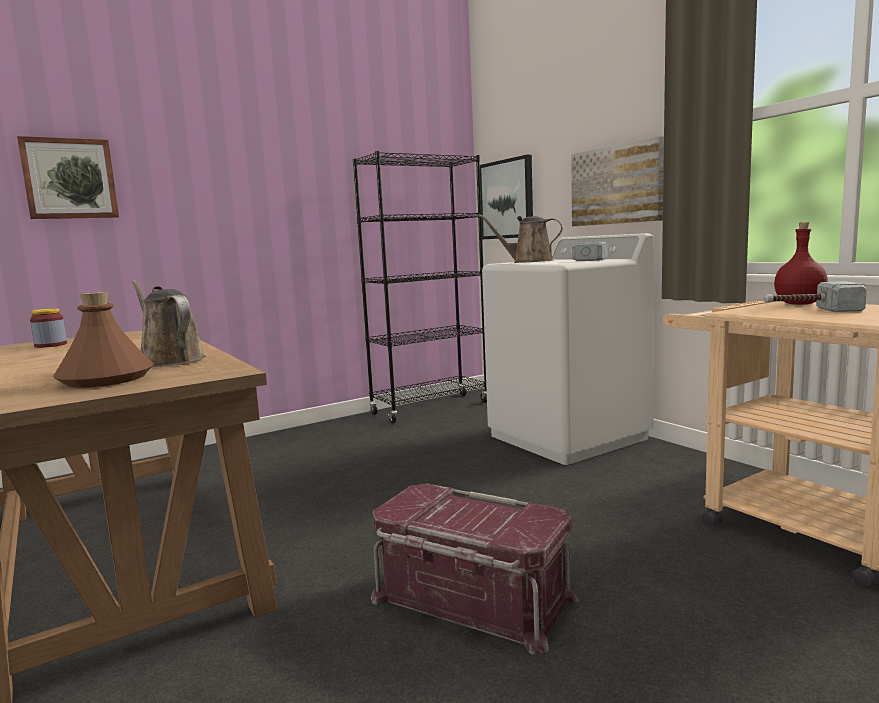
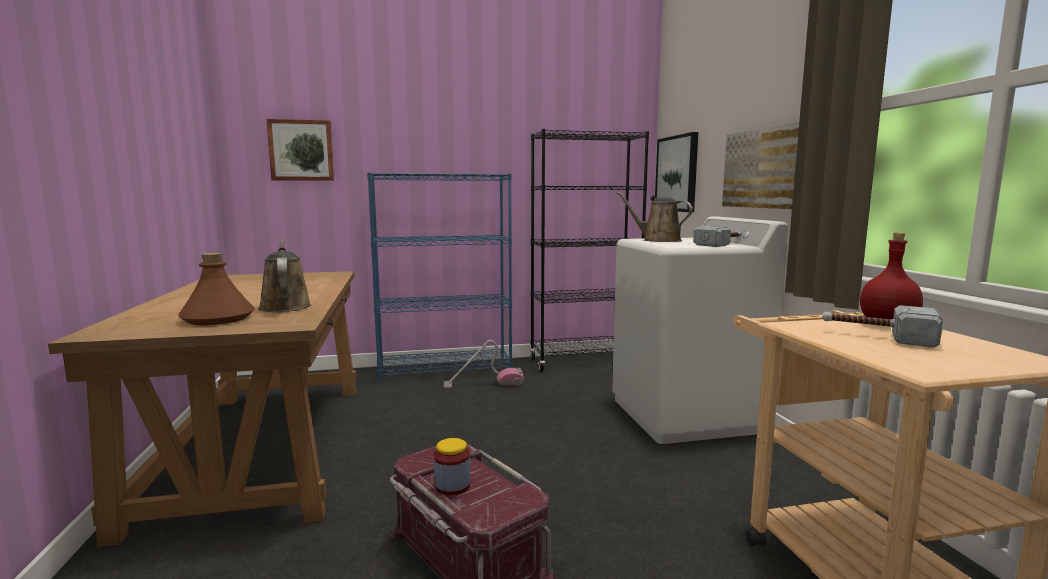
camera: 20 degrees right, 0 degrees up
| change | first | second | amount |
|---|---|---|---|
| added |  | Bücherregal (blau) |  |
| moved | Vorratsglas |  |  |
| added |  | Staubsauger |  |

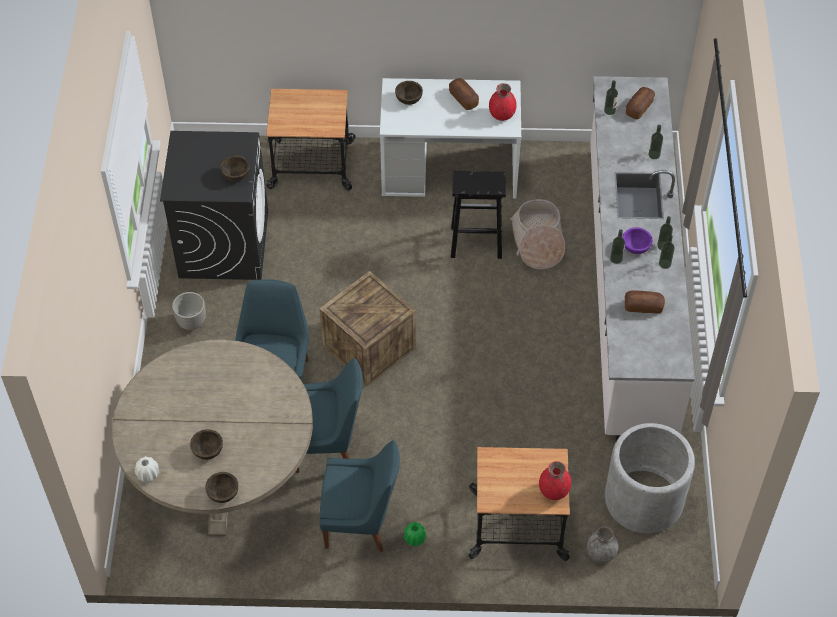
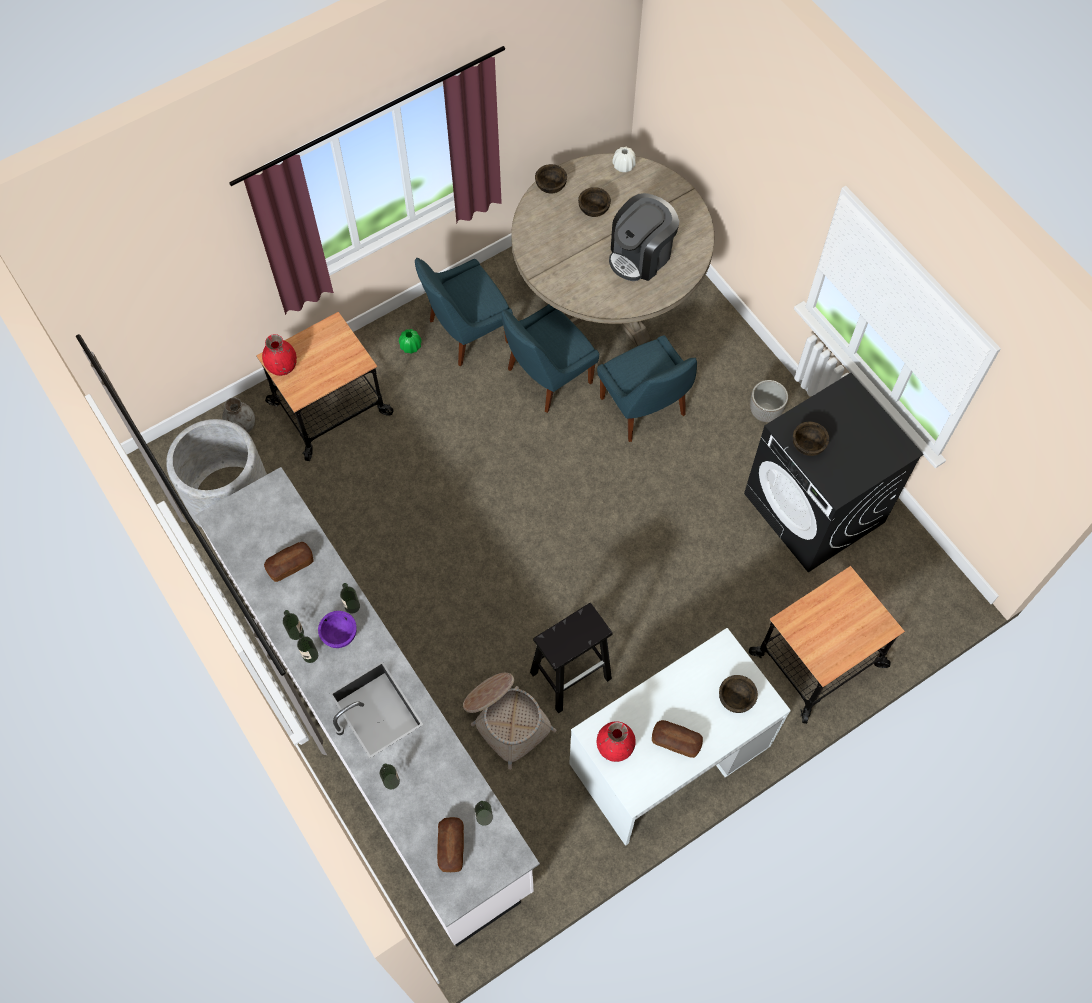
camera: 145 degrees right, 10 degrees up
| change | first | second | amount |
|---|---|---|---|
| added |  | Kaffeemaschine |  |
| removed | Kiste |  |  |

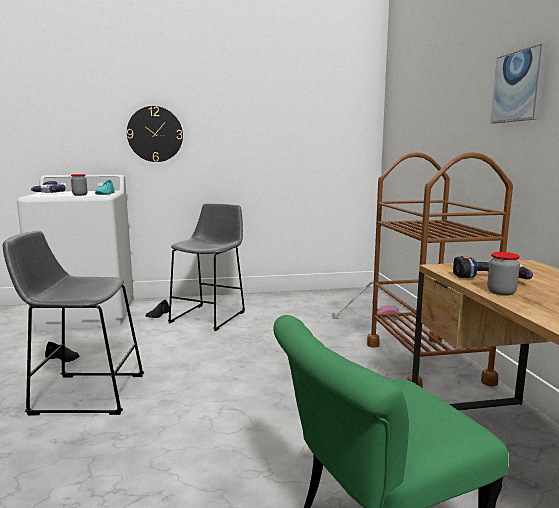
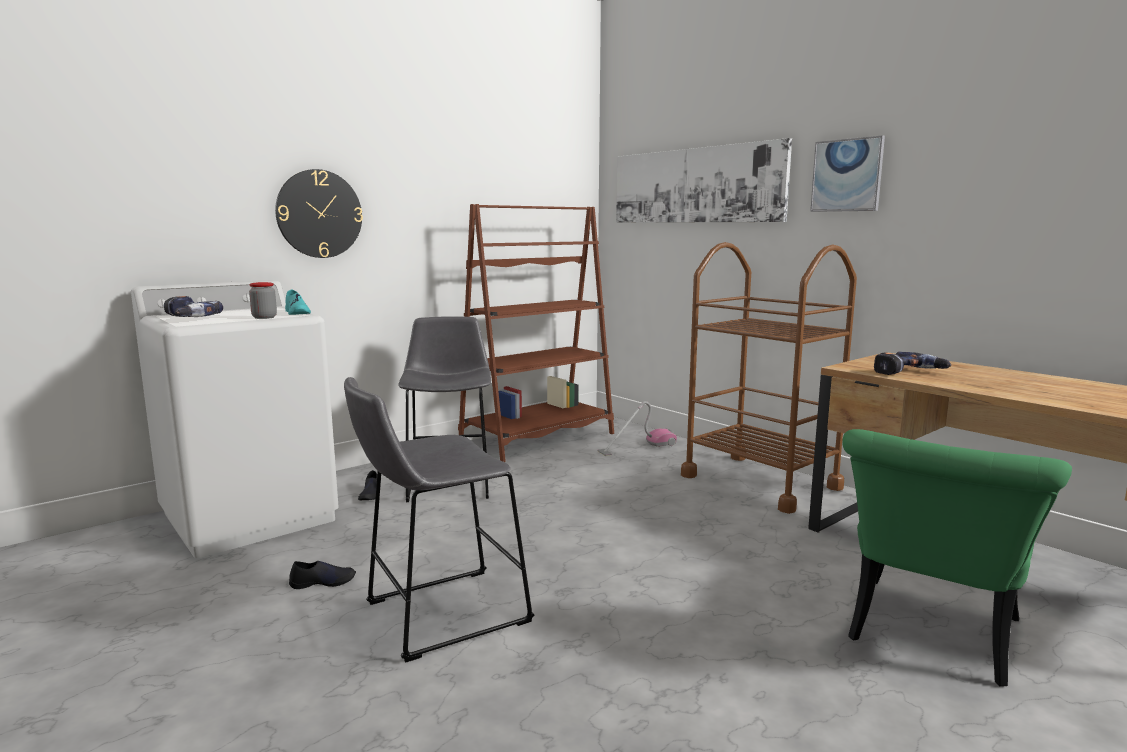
camera: 30 degrees left, 0 degrees up
| change | first | second | amount |
|---|---|---|---|
| added |  | Bücherregal (braun) |  |
| added |  | Bild (1st from left) |  |
| removed | Vorratsglas (2nd from left) |  |  |

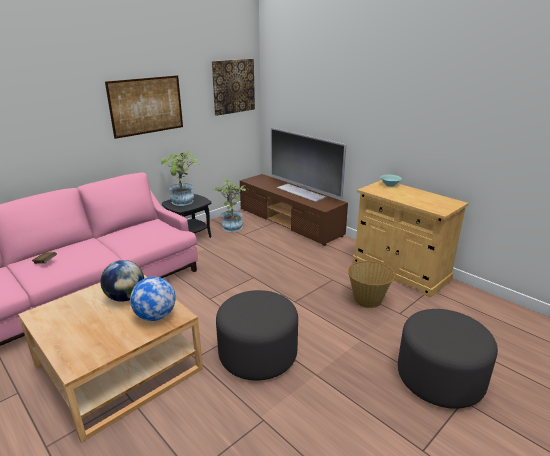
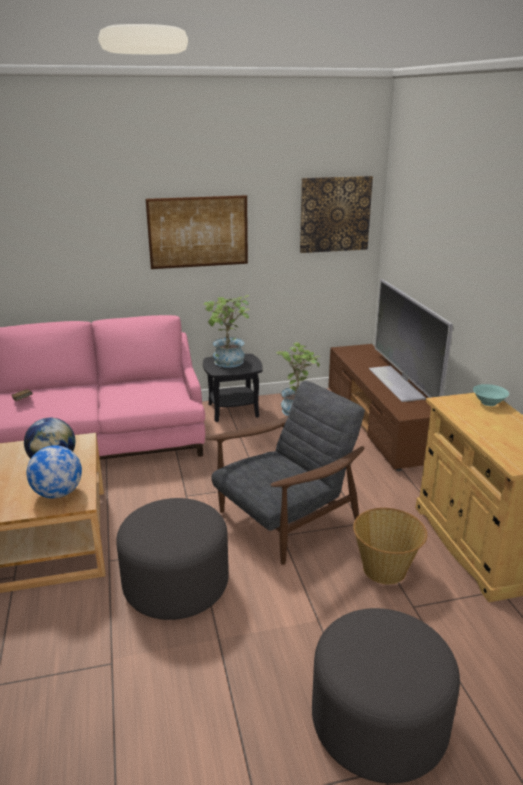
camera: 30 degrees right, 0 degrees up
| change | first | second | amount |
|---|---|---|---|
| added |  | Sessel (grau) |  |

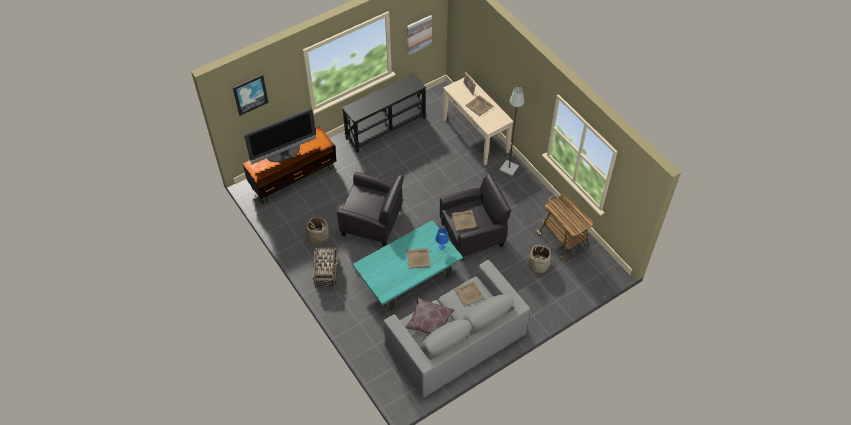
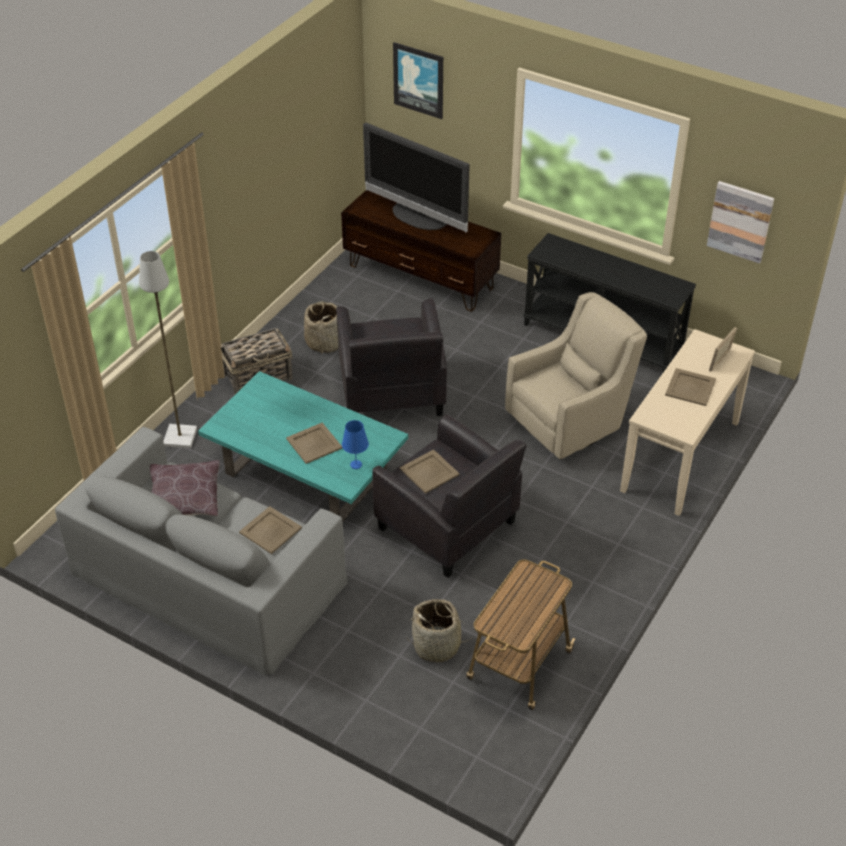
camera: 65 degrees right, 10 degrees down
| change | first | second | amount |
|---|---|---|---|
| moved | Stehlampe (grau) |  |  |
| added |  | Sessel (beige) |  |

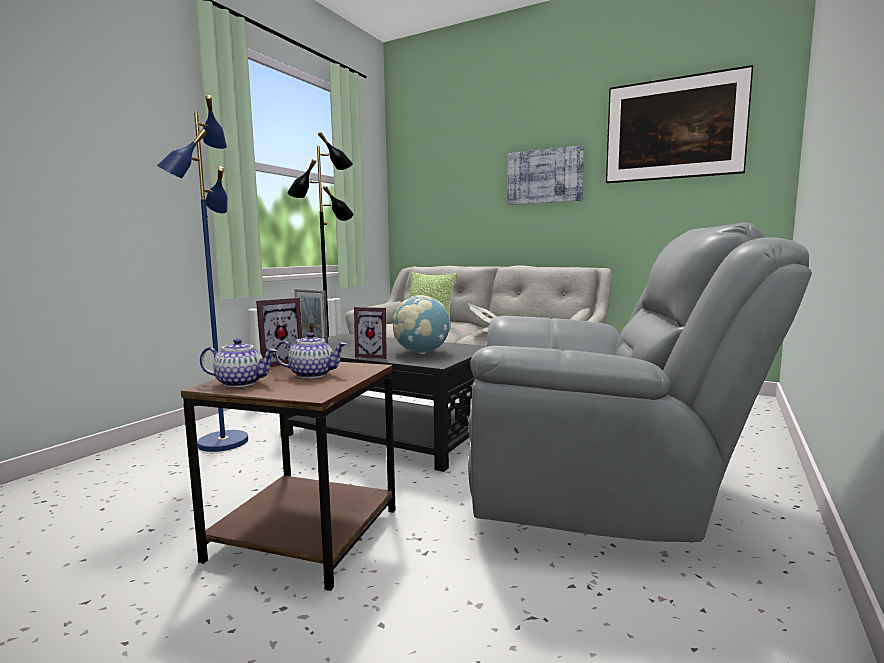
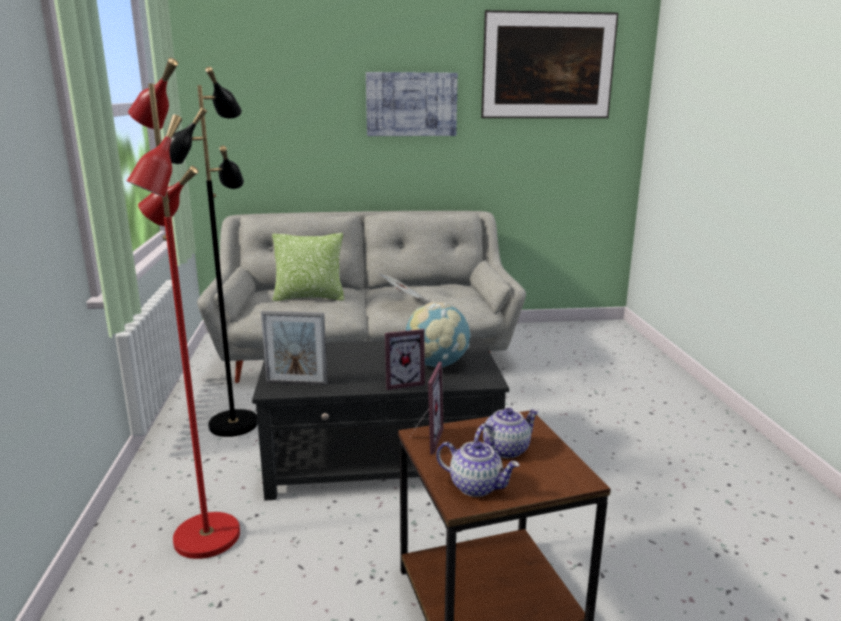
camera: 35 degrees left, 10 degrees up
| change | first | second | amount |
|---|---|---|---|
| recoloured | Stehlampe (blau) | Stehlampe (rot) |  |
| turned | Teekanne (1st from left) |  | 60 degrees clockwise |
| removed | Sessel (grau) |  |  |

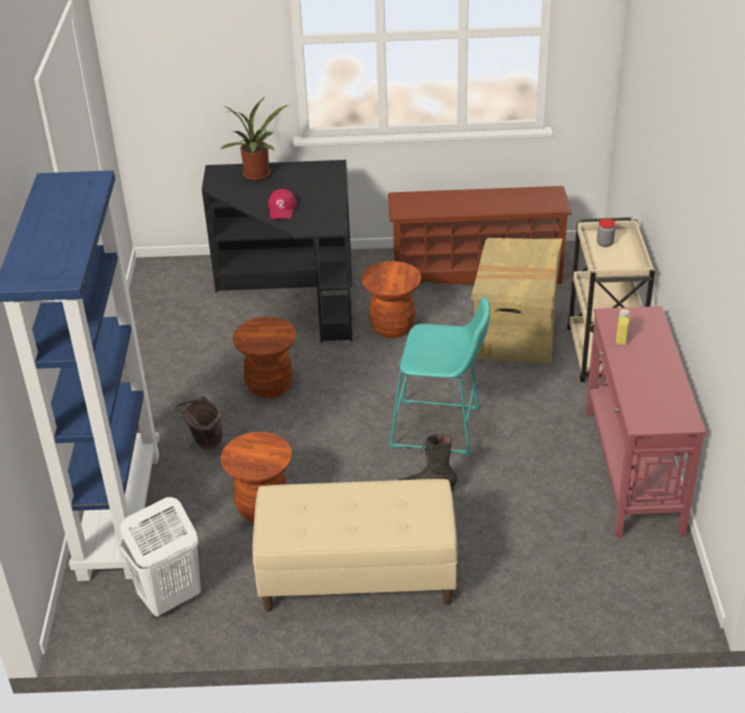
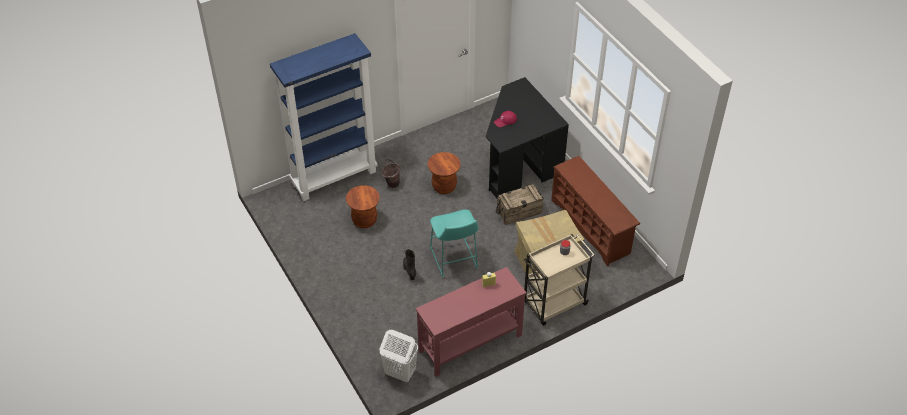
camera: 60 degrees right, 10 degrees up
| change | first | second | amount |
|---|---|---|---|
| moved | Wäschekorb (weiß) |  |  |
| replaced | Hocker (braun) (3rd from left) | Kiste |  |
| removed | Topfpflanze |  |  |
| removed | Bank (beige) |  |  |

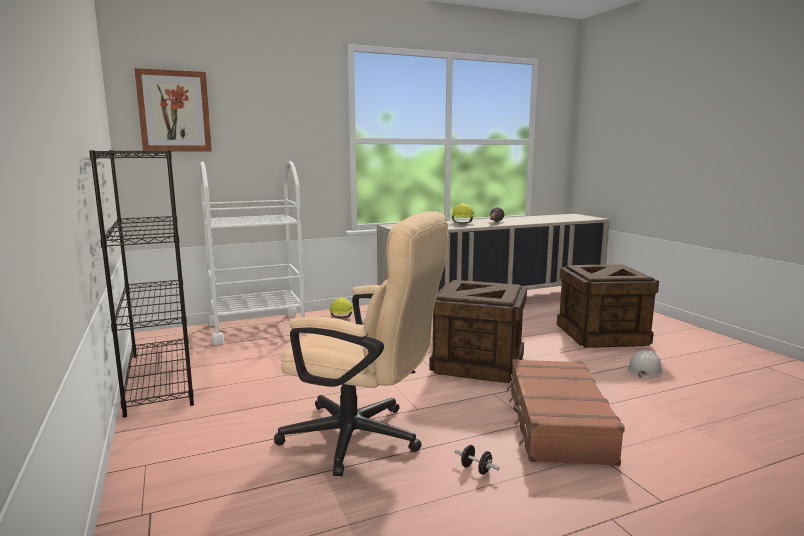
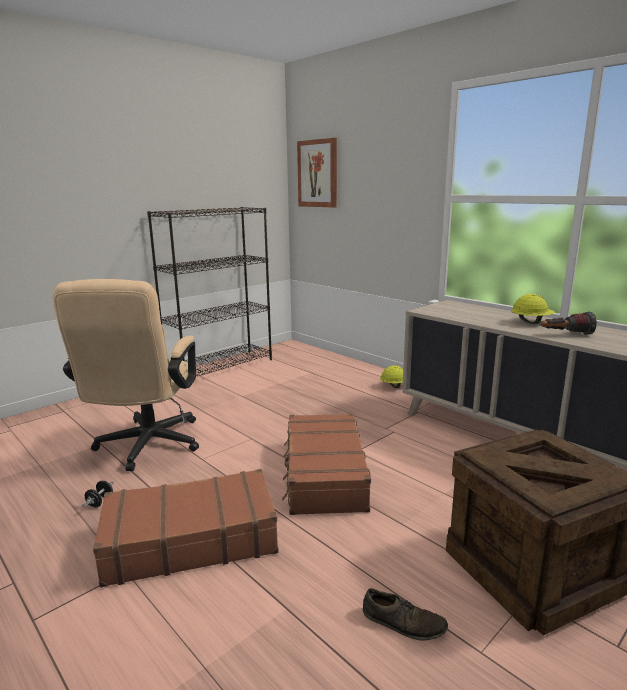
camera: 70 degrees right, 5 degrees up
| change | first | second | amount |
|---|---|---|---|
| replaced | Kiste (1st from left) | Koffer (braun) (2nd from left) |  |
| replaced | Schutzhelm (weiß) | Schuh (braun) |  |
| removed | Rollwagen (weiß) |  |  |

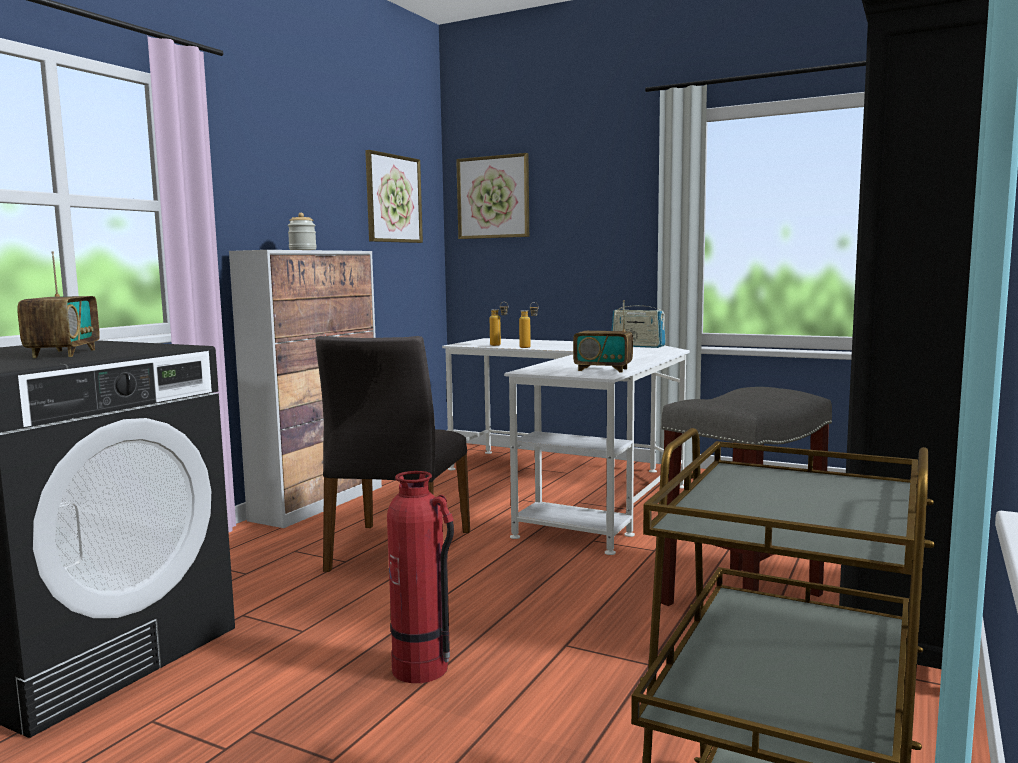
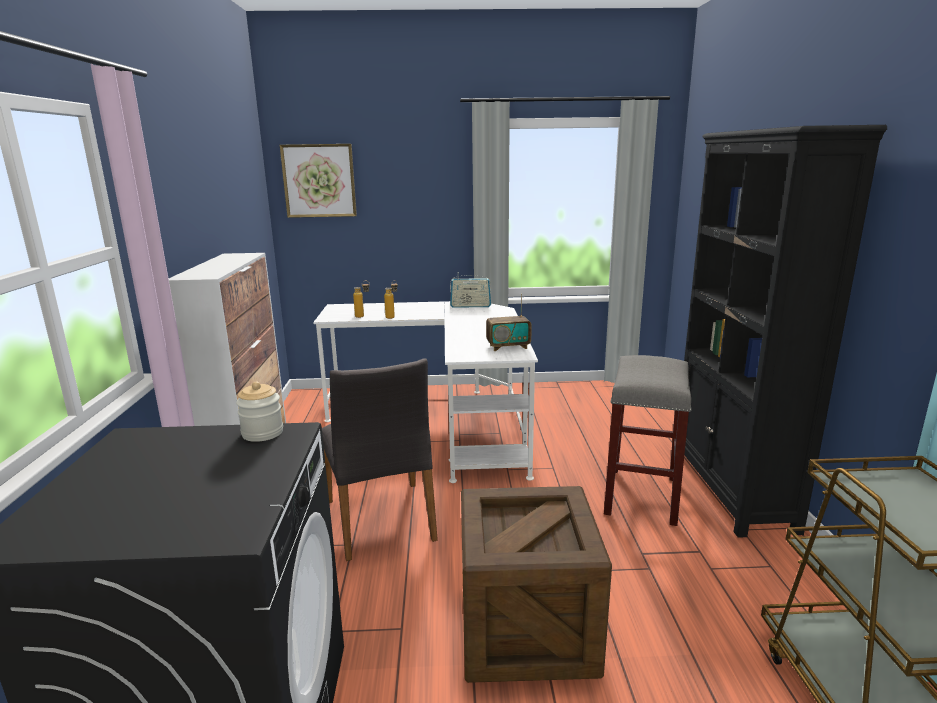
camera: 30 degrees left, 10 degrees up
| change | first | second | amount |
|---|---|---|---|
| moved | Vorratsglas |  |  |
| replaced | Feuerlöscher | Kiste |  |
| removed | Radio (1st from left) |  |  |
| removed | Bild (1st from left) |  |  |

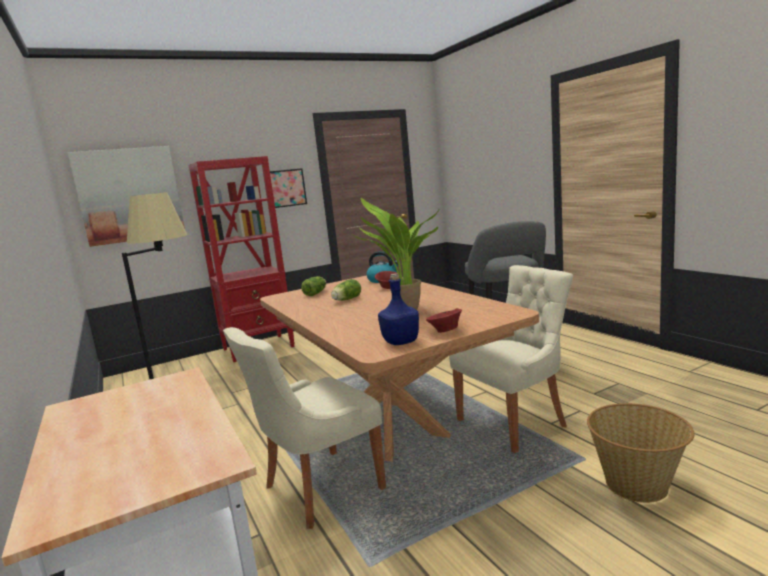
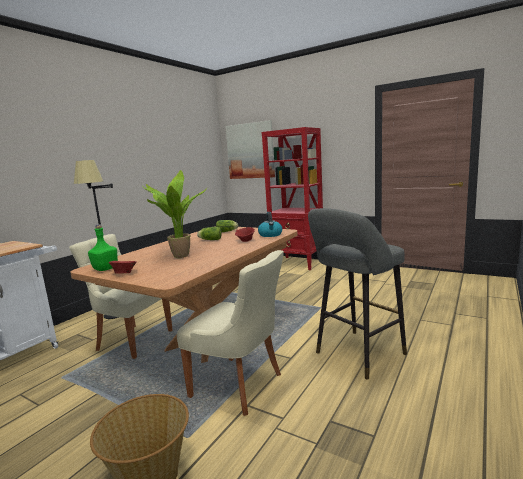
camera: 60 degrees right, 0 degrees up
| change | first | second | amount |
|---|---|---|---|
| recoloured | Flasche (blau) | Flasche (grün) |  |
| removed | Bild (2nd from left) |  |  |

